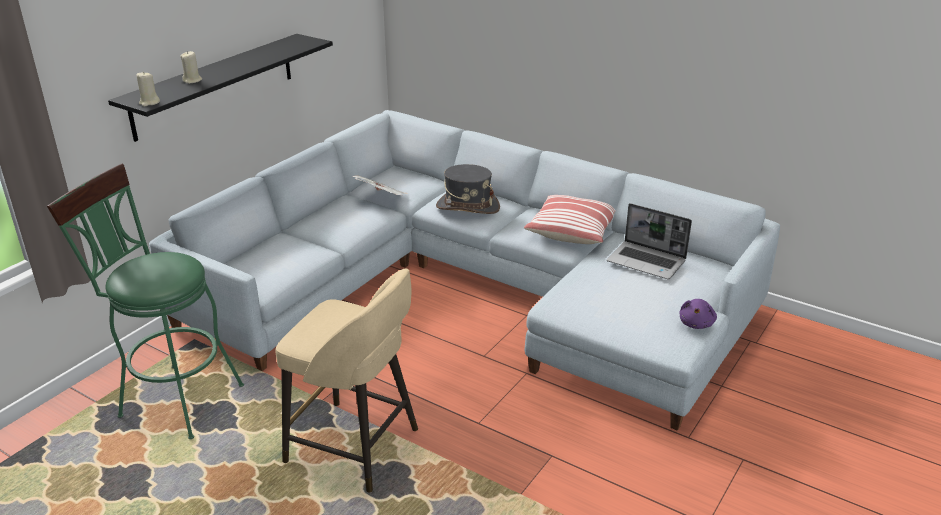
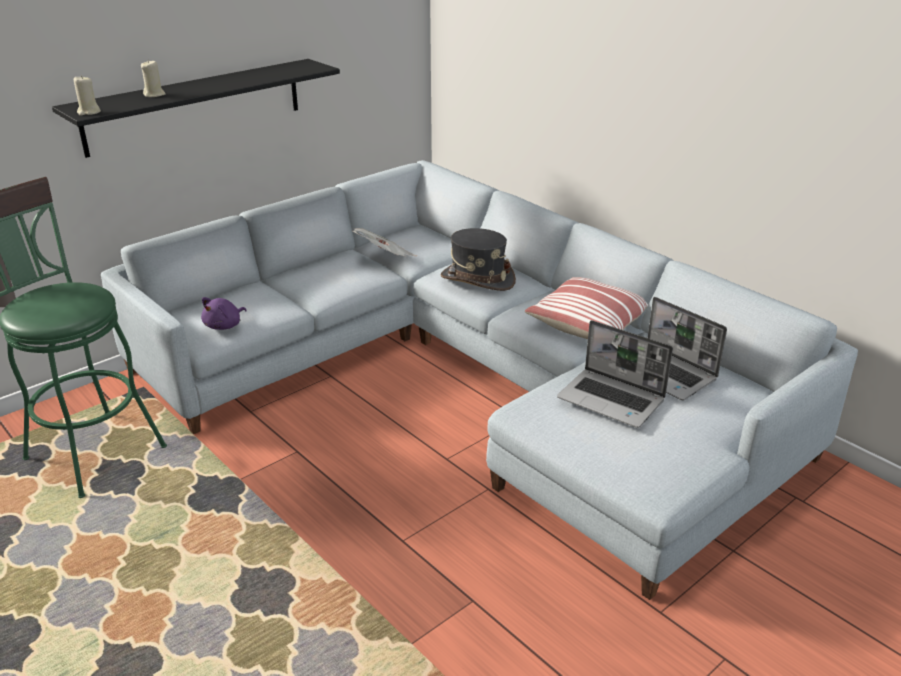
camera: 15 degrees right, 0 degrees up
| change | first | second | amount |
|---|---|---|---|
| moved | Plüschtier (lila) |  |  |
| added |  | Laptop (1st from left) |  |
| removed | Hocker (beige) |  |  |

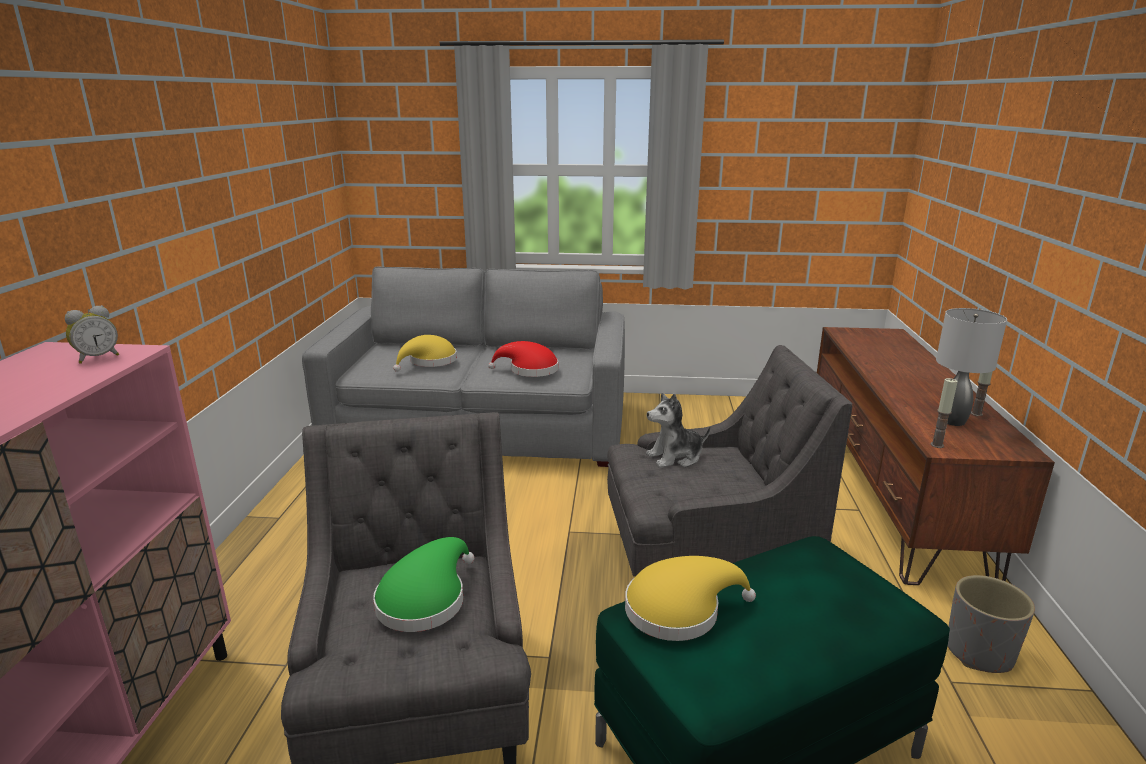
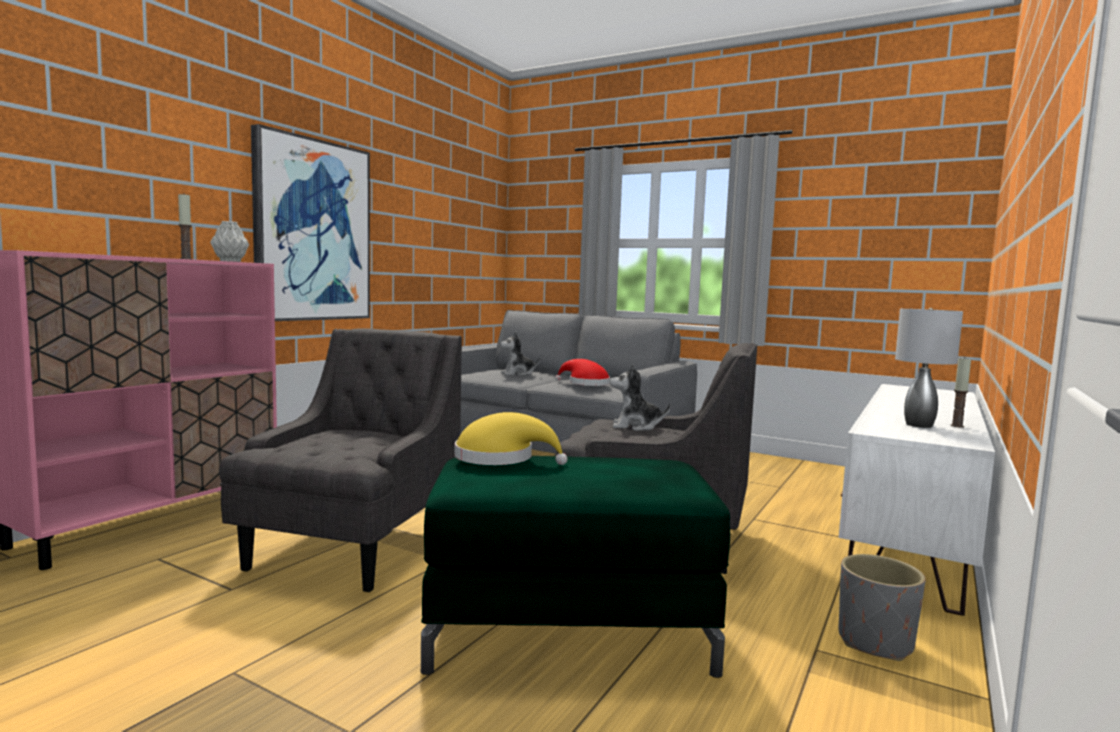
camera: 25 degrees right, 15 degrees down
| change | first | second | amount |
|---|---|---|---|
| moved | Kerze (1st from left) |  |  |
| replaced | Wecker | Vase (grau) |  |
| added |  | Bild |  |
| replaced | Hut (gelb) (1st from left) | Plüschtier (1st from left) |  |
| recoloured | Fernsehschrank (braun) | Fernsehschrank (weiß) |  |
| removed | Hut (grün) |  |  |

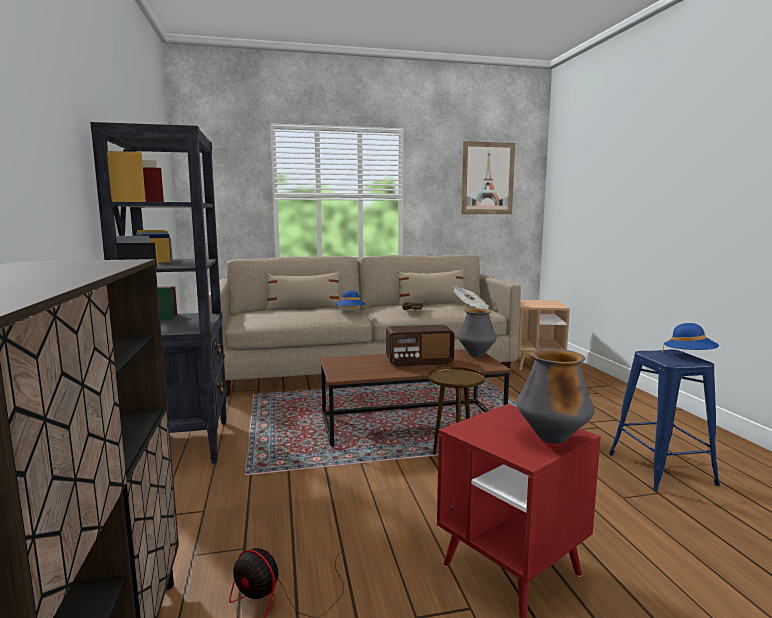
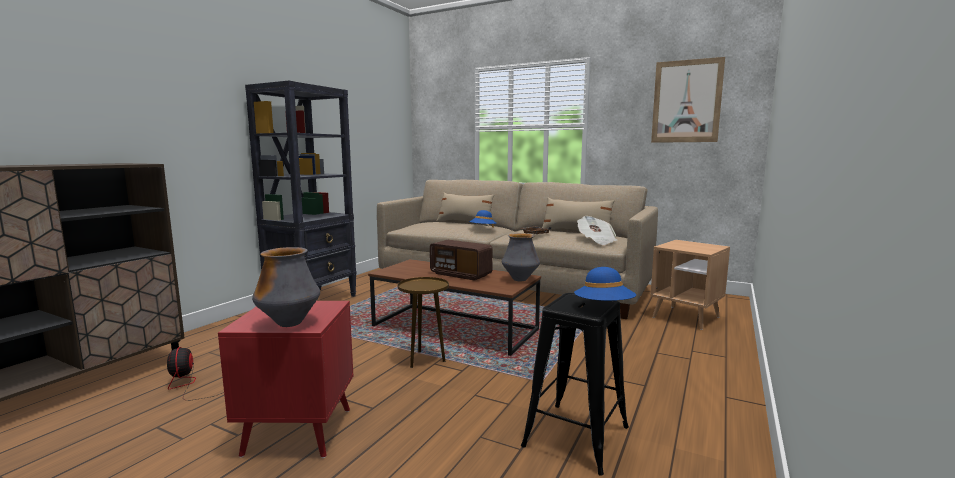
camera: 40 degrees right, 0 degrees up
| change | first | second | amount |
|---|---|---|---|
| recoloured | Hocker (blau) | Hocker (schwarz) |  |

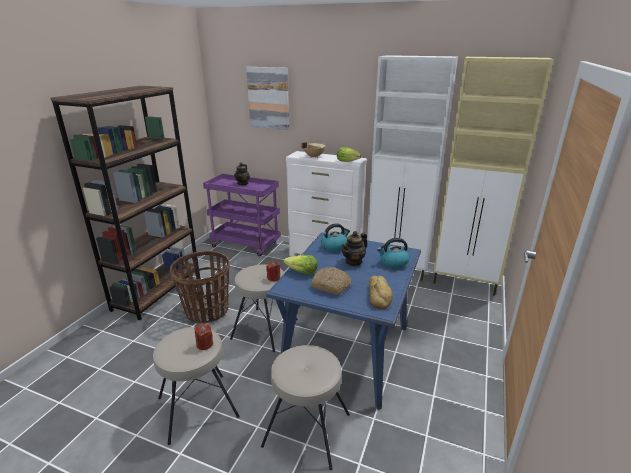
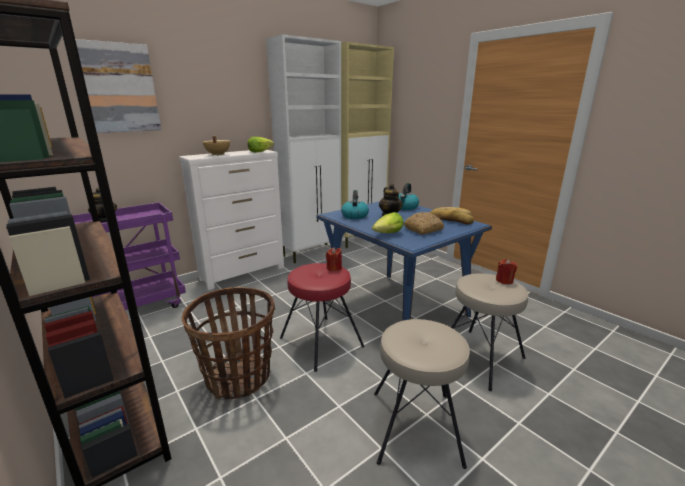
camera: 60 degrees left, 5 degrees down
| change | first | second | amount |
|---|---|---|---|
| recoloured | Hocker (beige) (2nd from left) | Hocker (rot) |  |
| moved | Kerze (rot) (1st from left in the first image) | Kerze (rot) (2nd from left) |  |

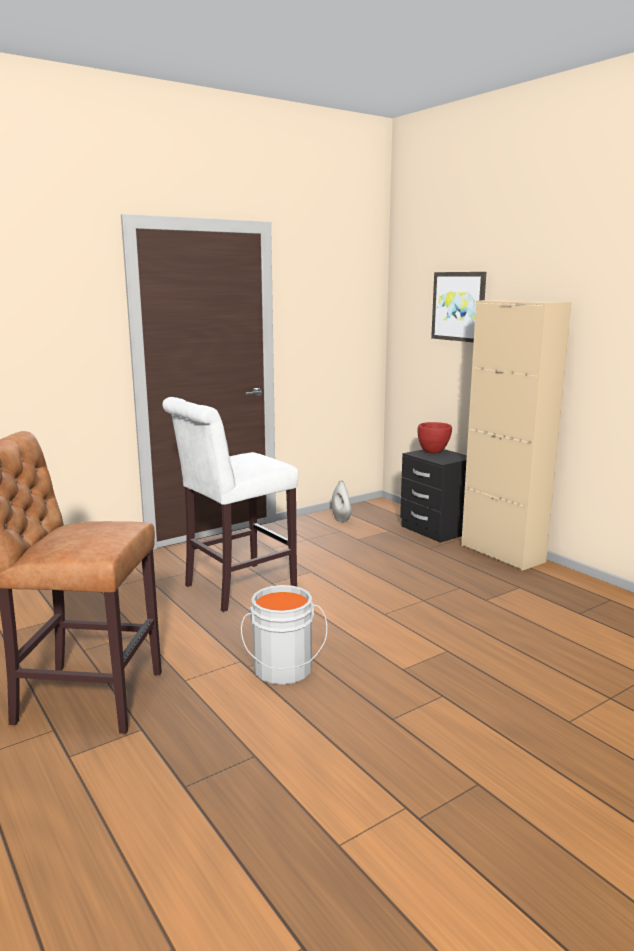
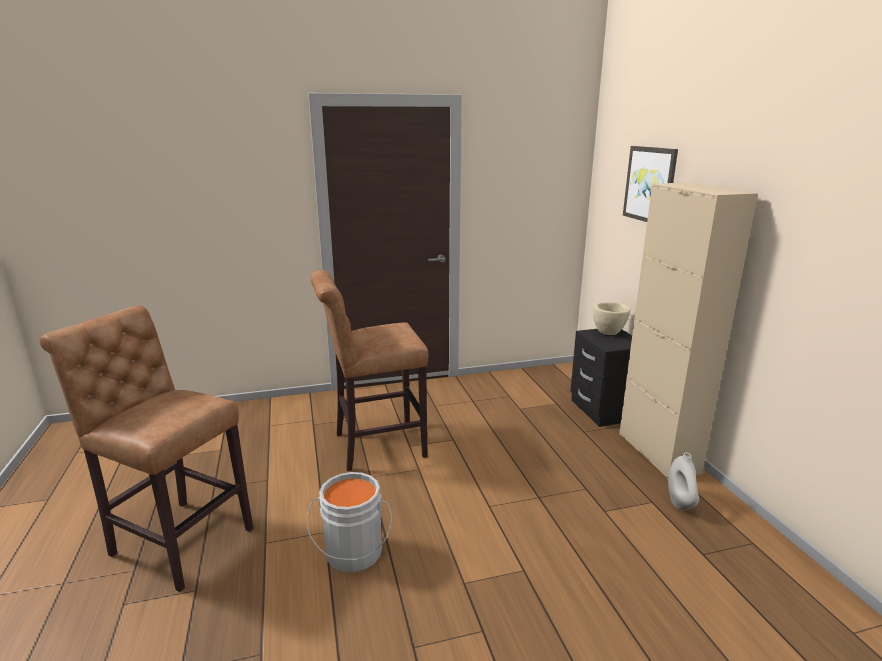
camera: 20 degrees right, 5 degrees up
| change | first | second | amount |
|---|---|---|---|
| recoloured | Hocker (weiß) | Hocker (braun) (2nd from left) |  |
| recoloured | Schüssel (rot) | Schüssel (beige) |  |
| moved | Vase (weiß) |  |  |

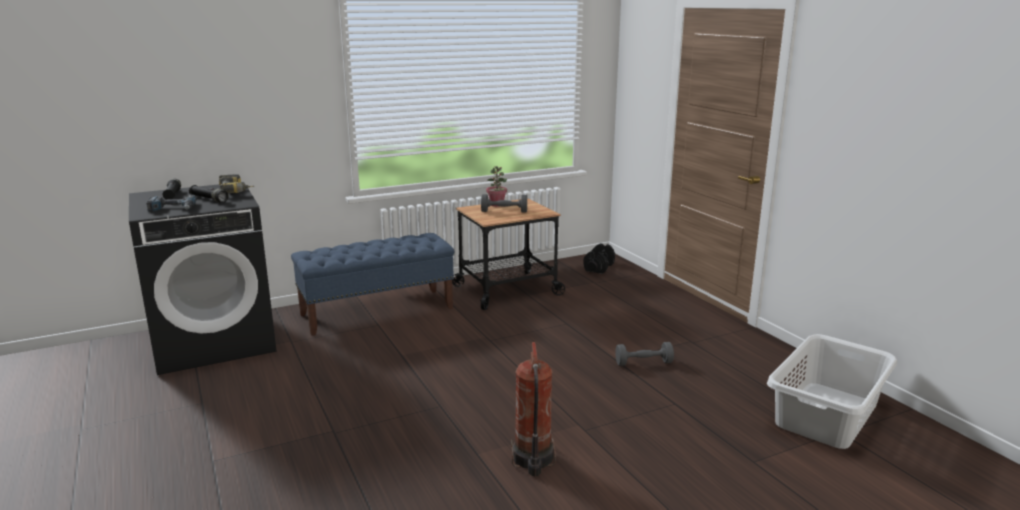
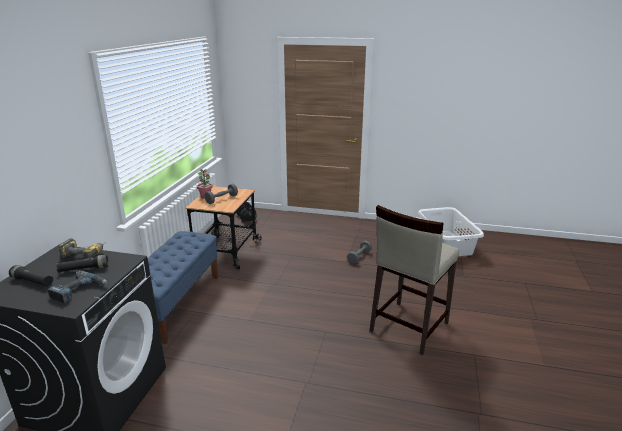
camera: 50 degrees left, 5 degrees up
| change | first | second | amount |
|---|---|---|---|
| replaced | Feuerlöscher | Hocker (beige) |  |

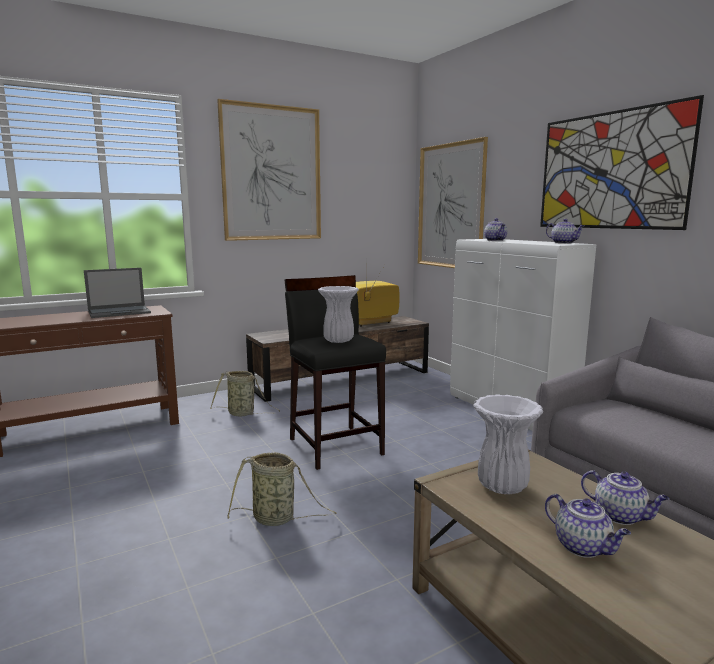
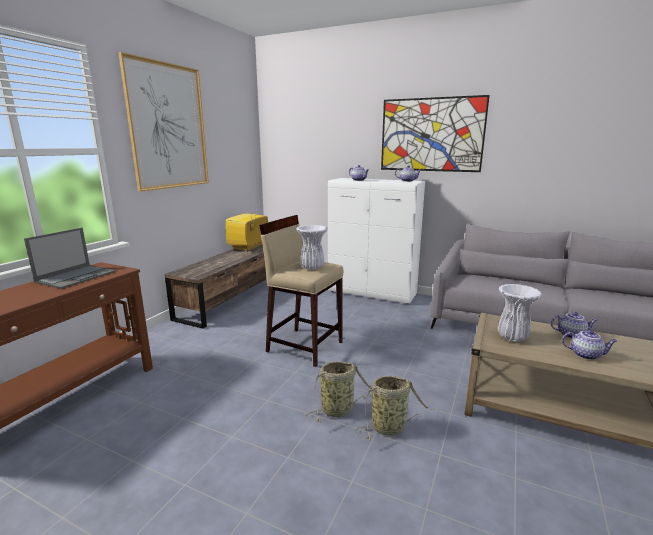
camera: 35 degrees left, 5 degrees up
| change | first | second | amount |
|---|---|---|---|
| recoloured | Hocker (schwarz) | Hocker (beige) |  |
| moved | Korb (1st from left in the first image) | Korb (2nd from left) |  |
| removed | Bild (2nd from left) |  |  |

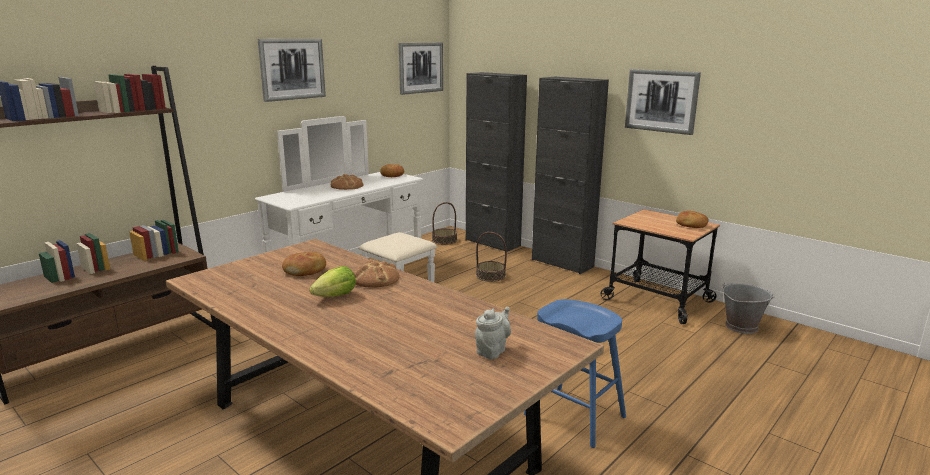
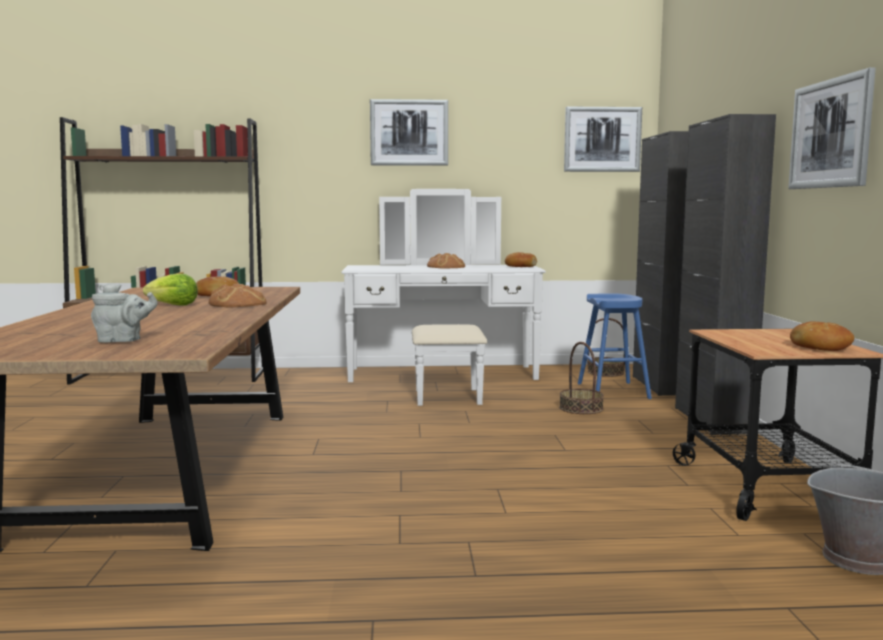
camera: 45 degrees right, 10 degrees down
| change | first | second | amount |
|---|---|---|---|
| moved | Hocker (blau) |  |  |

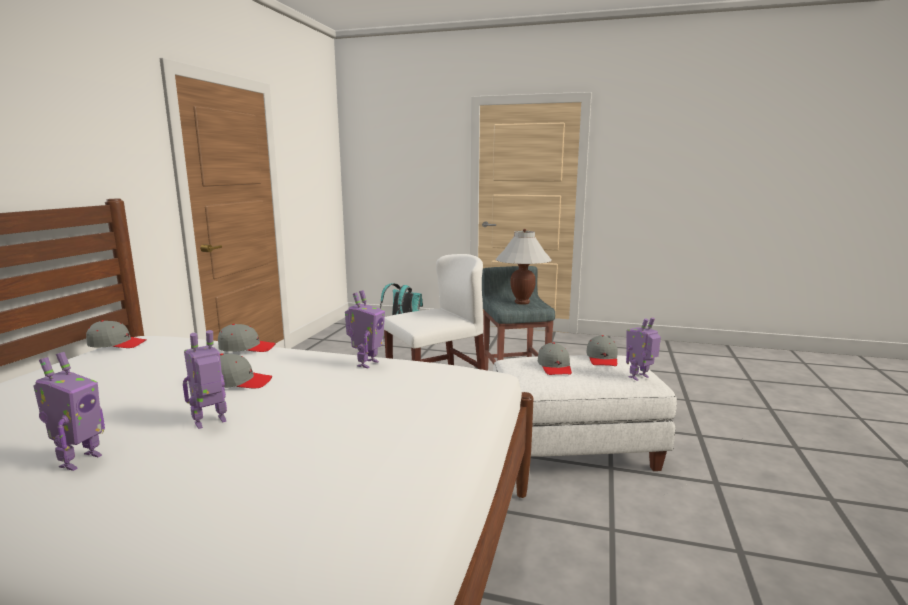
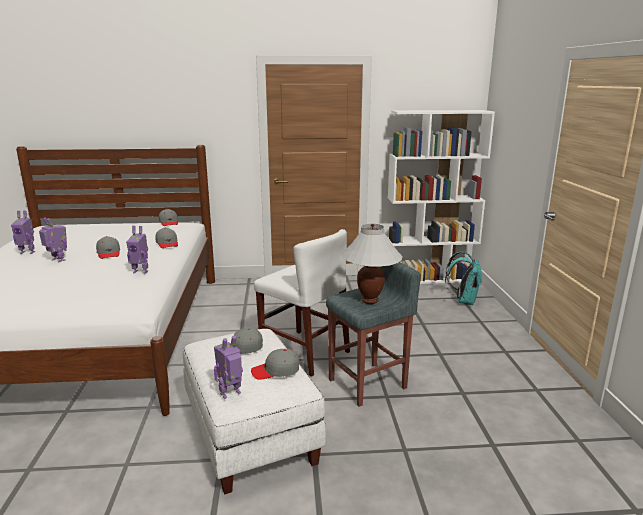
camera: 70 degrees right, 5 degrees up
| change | first | second | amount |
|---|---|---|---|
| turned | Spielzeugroboter (4th from left) |  | 75 degrees counterclockwise |
| added |  | Bücherregal (weiß) |  |

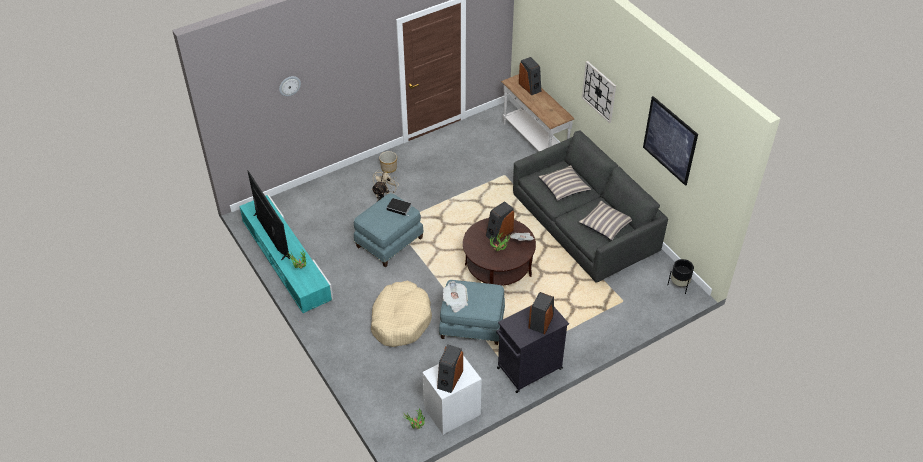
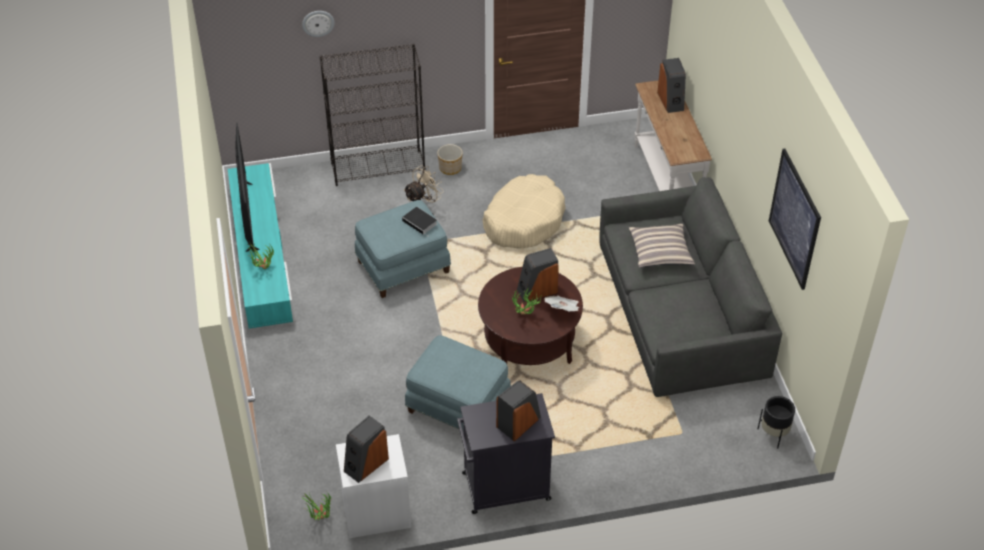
camera: 20 degrees right, 0 degrees up
| change | first | second | amount |
|---|---|---|---|
| added |  | Bücherregal (schwarz) |  |
| moved | Hundebett (beige) |  |  |
| removed | Zeitung (1st from left) |  |  |
| removed | Kissen (2nd from left) |  |  |
| removed | Wanduhr (2nd from left) |  |  |

